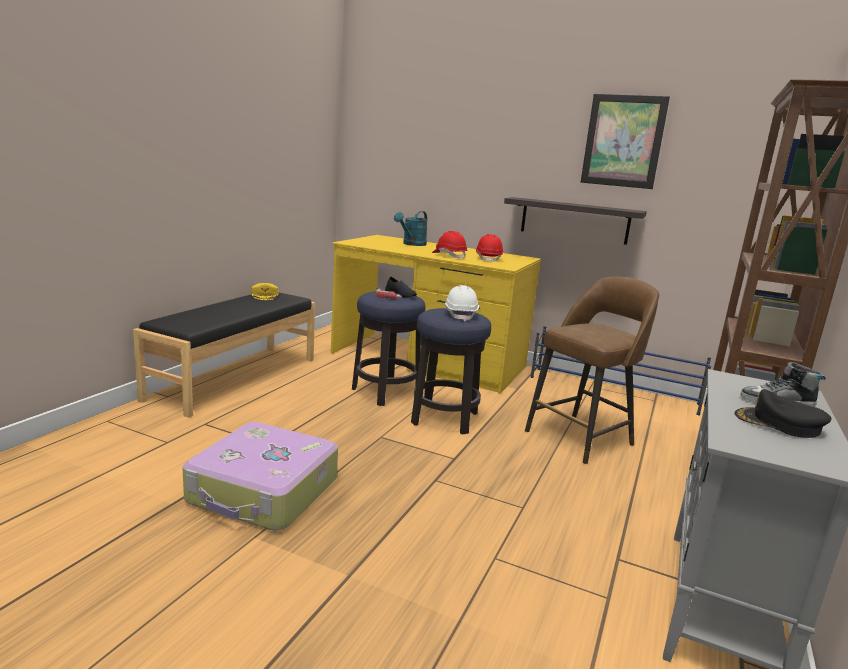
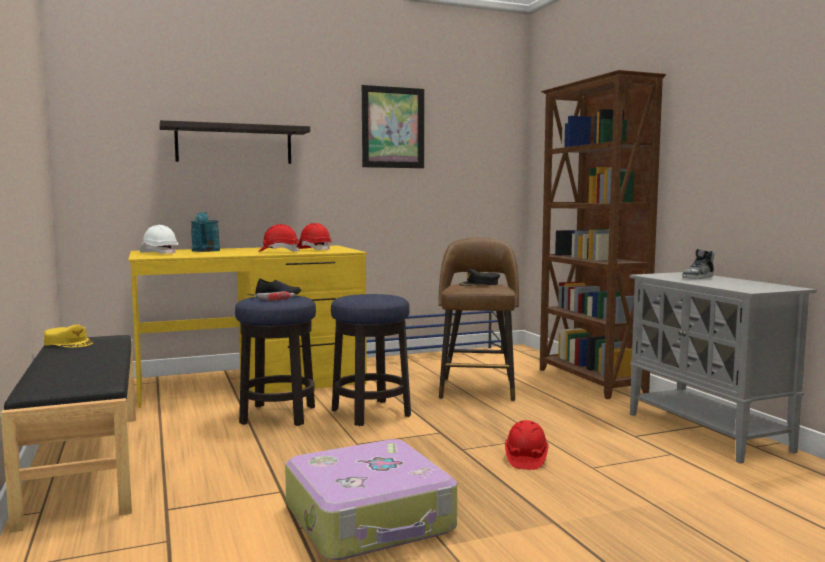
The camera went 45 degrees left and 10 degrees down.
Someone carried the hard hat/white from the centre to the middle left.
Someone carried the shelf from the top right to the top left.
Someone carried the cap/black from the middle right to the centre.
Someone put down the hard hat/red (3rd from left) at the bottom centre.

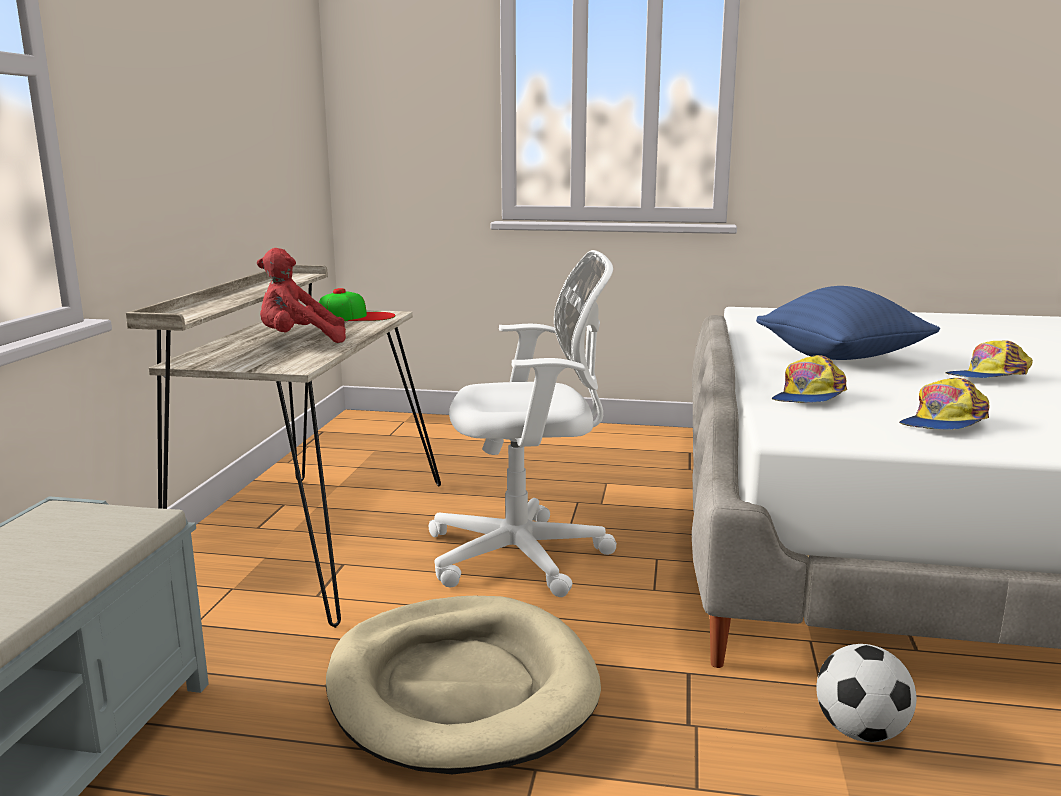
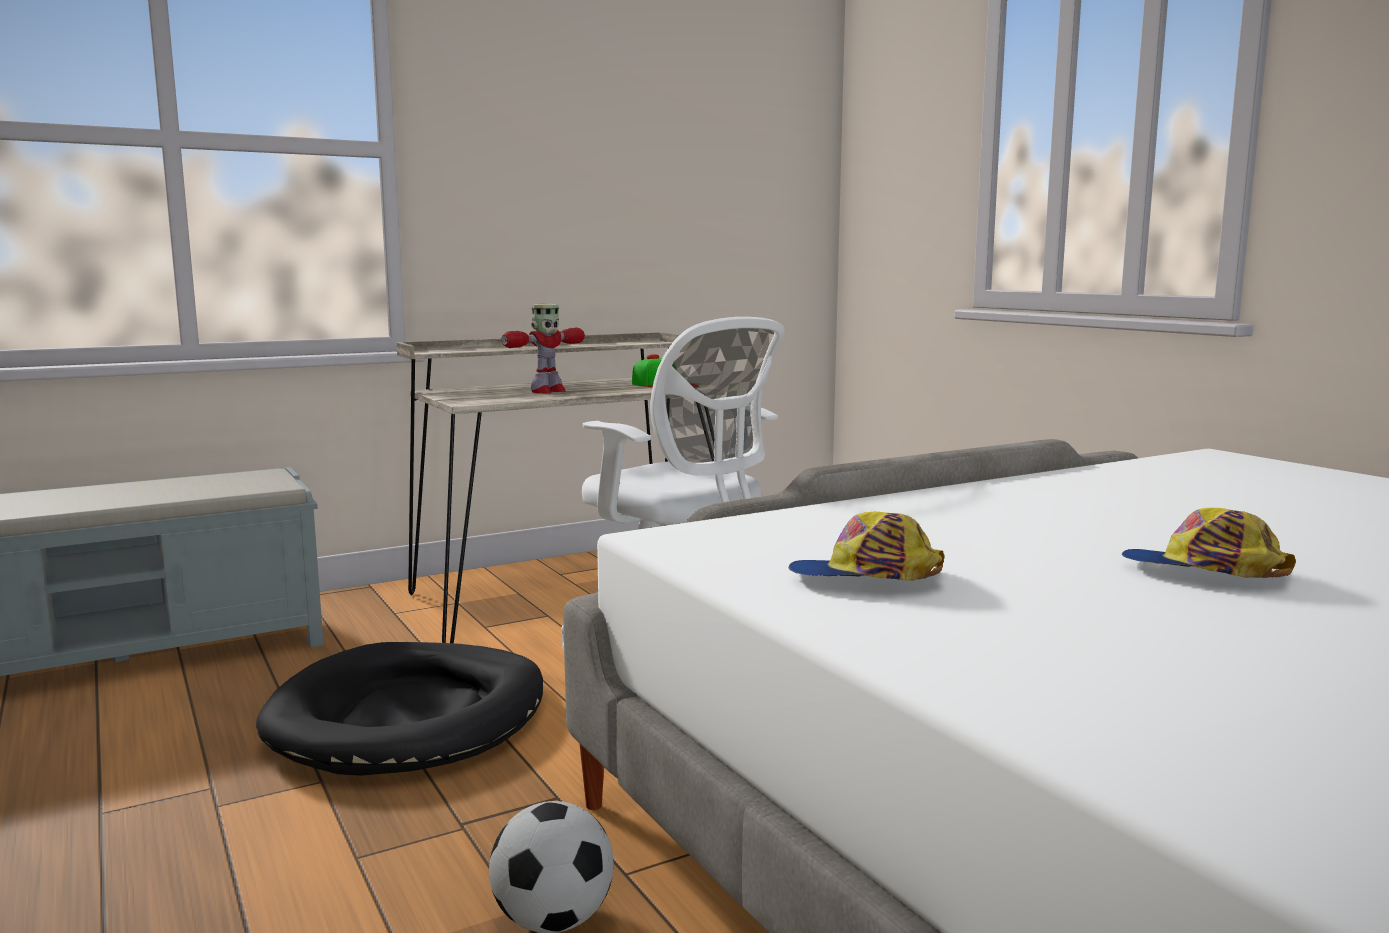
The camera went 50 degrees right and 5 degrees down.
Someone swapped the plush toy/red at the middle left for the toy robot at the centre.
Someone repainted the dog bed/beige at the bottom centre, which became the dog bed/black at the bottom left.
Someone took away the pillow/blue at the middle right.
Someone took away the cap (2nd from left) at the middle right.

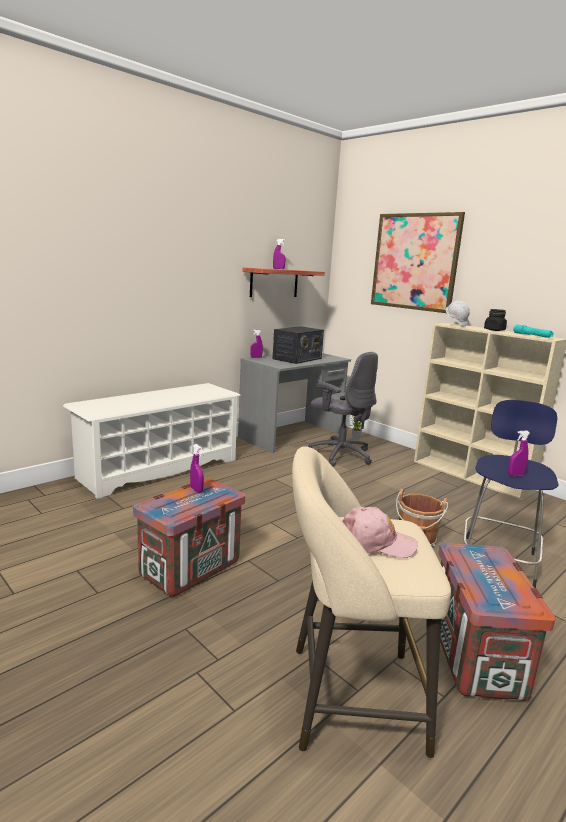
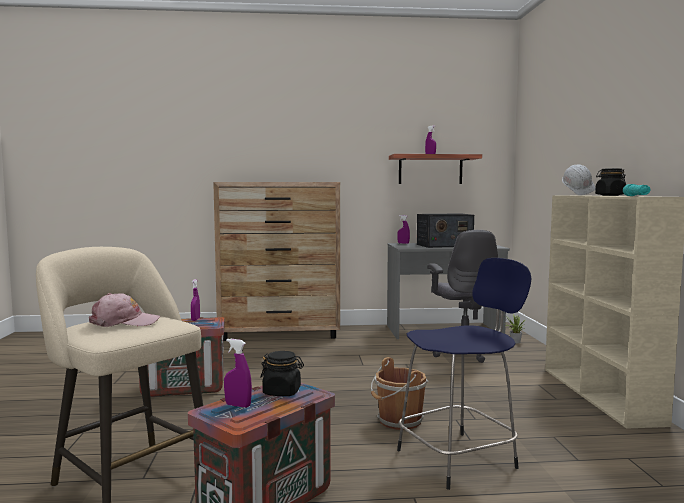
The camera went 40 degrees right and 10 degrees down.
Someone swapped the shoe rack/white at the middle left for the dresser/brown at the centre.
Someone rotated the cap/pink at the middle right by 60 degrees counterclockwise.
Someone took away the picture at the top right.
Someone carried the spray bottle/purple (4th from left in the first image) from the middle right to the bottom centre.
Someone put down the jar/black (1st from left) at the bottom centre.

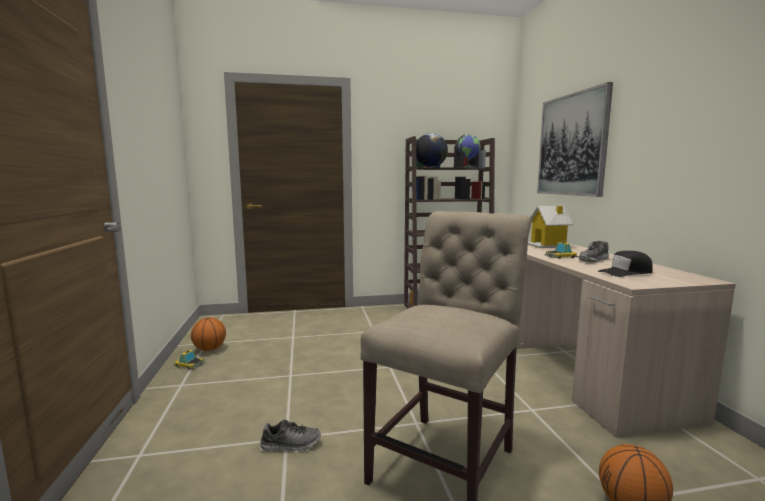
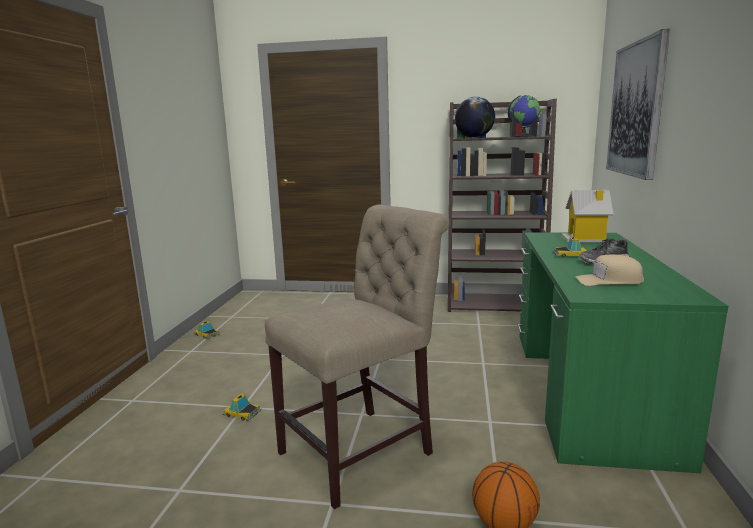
The camera went 20 degrees right and 5 degrees up.
Someone took away the basketball (1st from left) at the bottom left.
Someone swapped the shoe (1st from left) at the bottom centre for the toy car (2nd from left) at the bottom left.
Someone repainted the desk/beige at the bottom right, which became the desk/green at the bottom right.
Someone repainted the cap/black at the middle right, which became the cap/beige at the middle right.

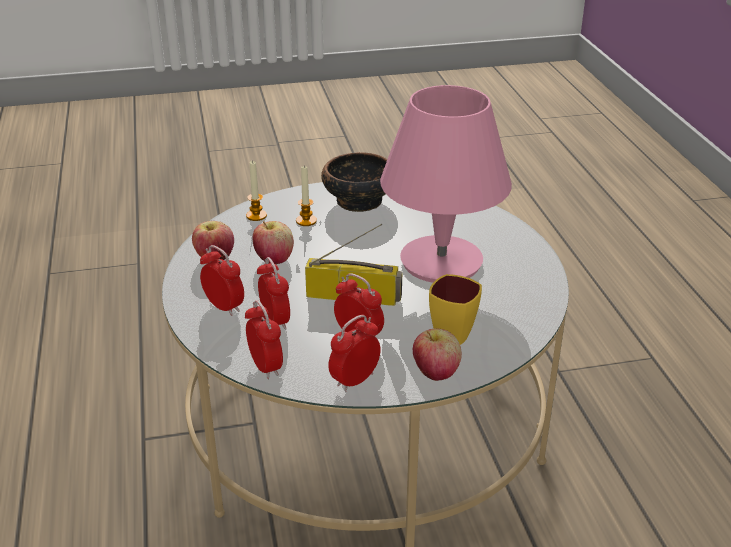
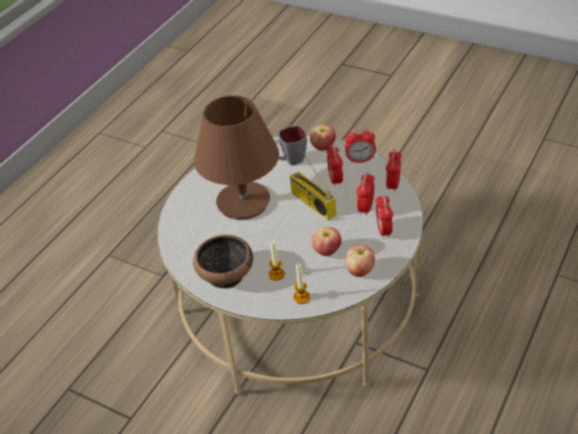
The camera went 135 degrees left and 10 degrees up.
Someone repainted the table lamp/pink at the centre, which became the table lamp/brown at the centre.
Someone repainted the mug/yellow at the centre, which became the mug/grey at the centre.

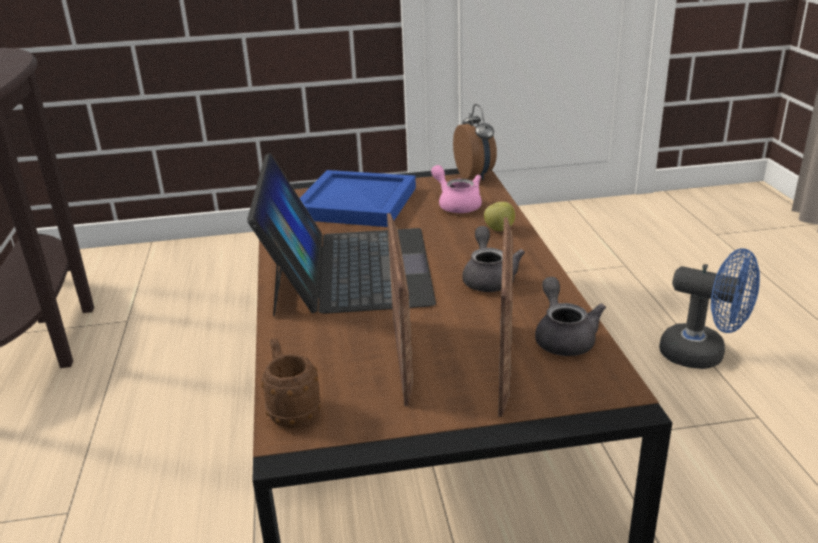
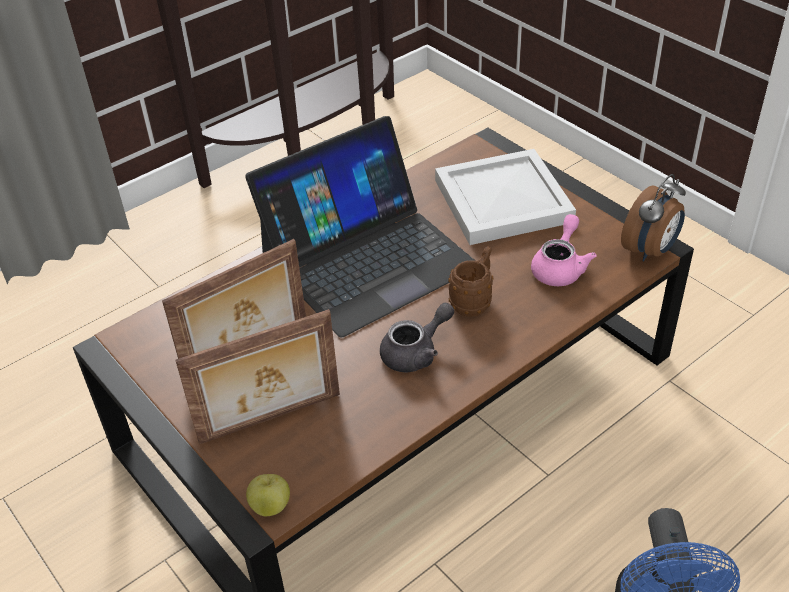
The camera went 60 degrees right and 15 degrees up.
Someone carried the mug/brown from the bottom centre to the centre.
Someone repainted the tray/blue at the centre, which became the tray/white at the top centre.
Someone carried the apple from the centre to the bottom centre.
Someone took away the teapot/grey (2nd from left) at the middle right.

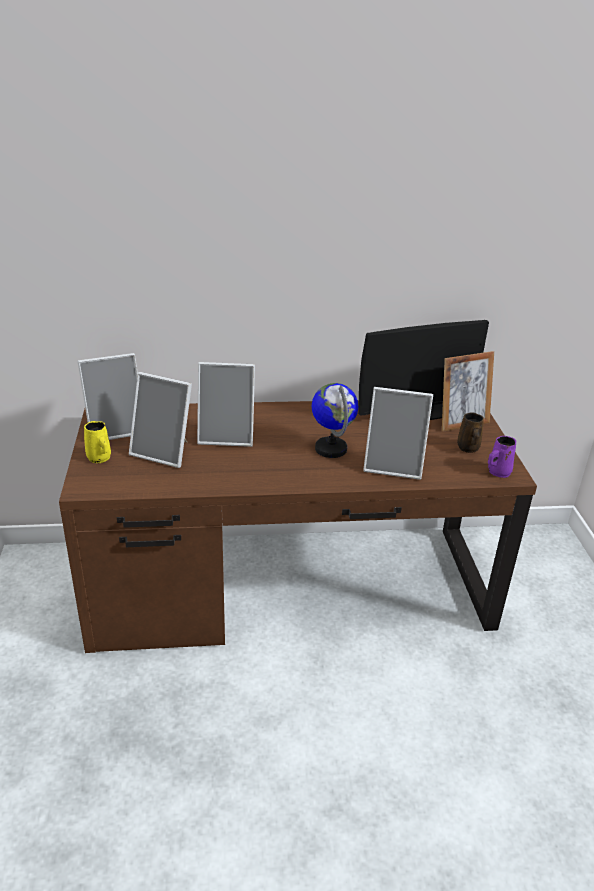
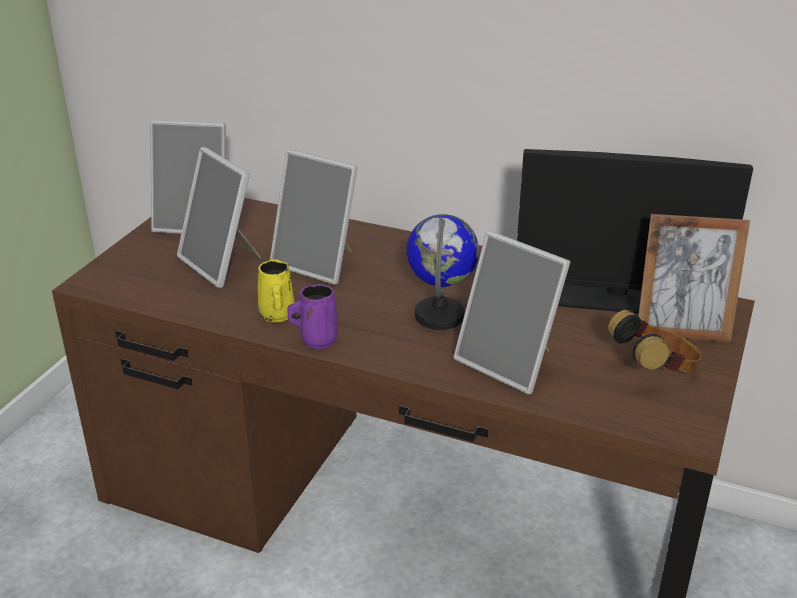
The camera went 30 degrees right and 0 degrees up.
Someone carried the mug/yellow from the middle left to the centre.
Someone swapped the mug/brown at the middle right for the headphones at the middle right.
Someone carried the mug/purple from the middle right to the centre.

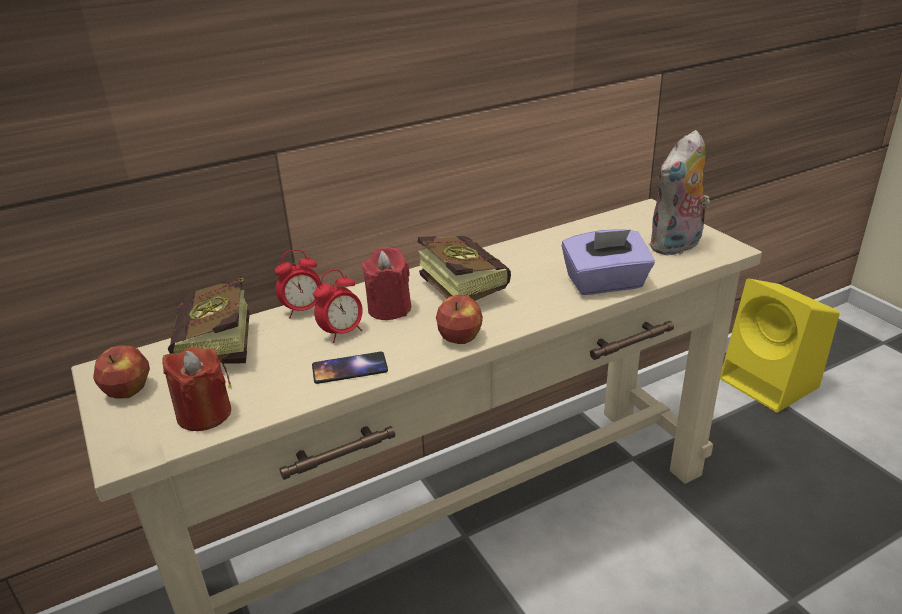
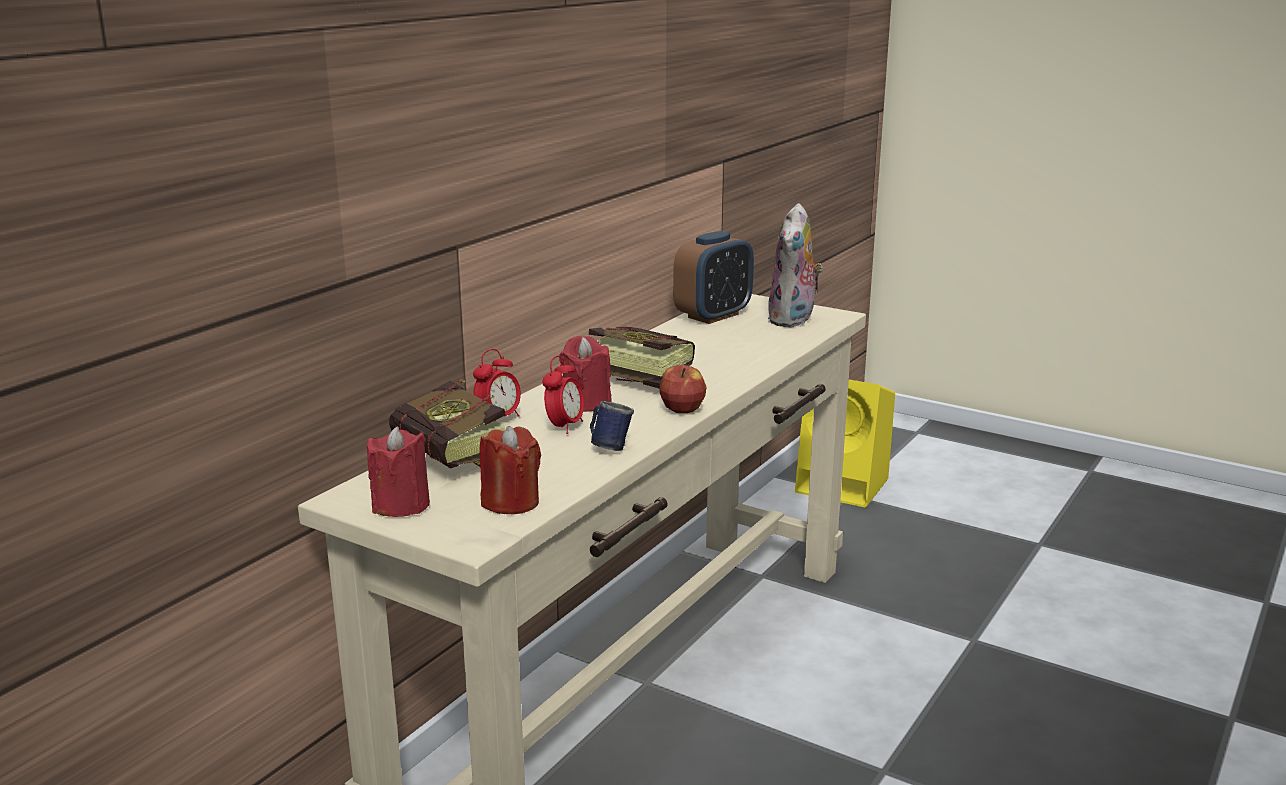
The camera went 30 degrees left and 10 degrees down.
Someone swapped the apple (1st from left) at the middle left for the candle/red (1st from left) at the middle left.
Someone swapped the phone at the centre for the mug/blue at the centre.
Someone took away the tissue box/purple at the middle right.
Someone put down the alarm clock (3rd from left) at the centre.

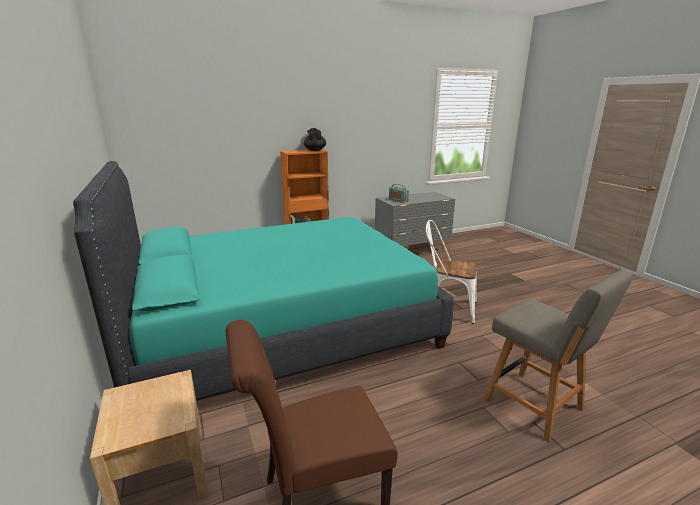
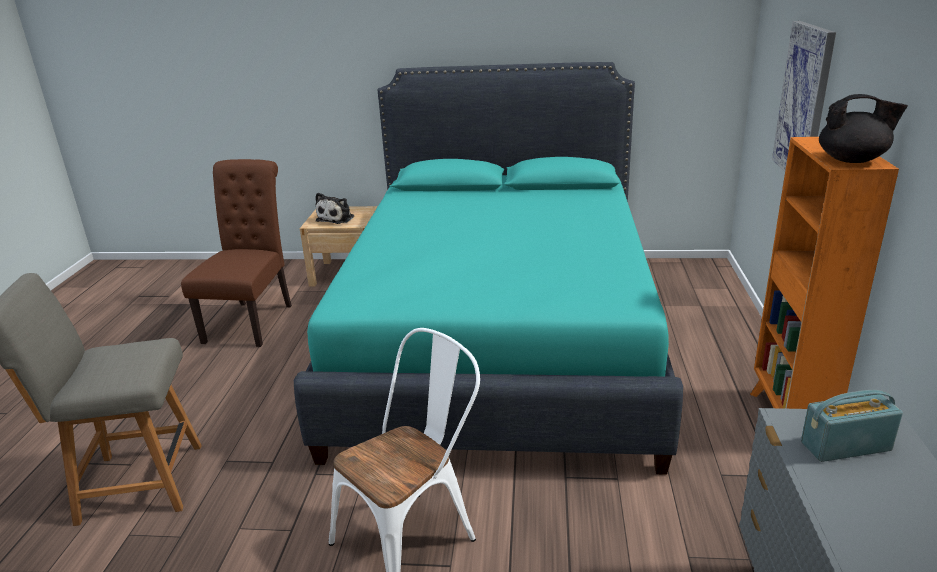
The camera went 120 degrees right and 5 degrees up.
Someone put down the plush toy at the centre.
Someone put up the picture at the top right.

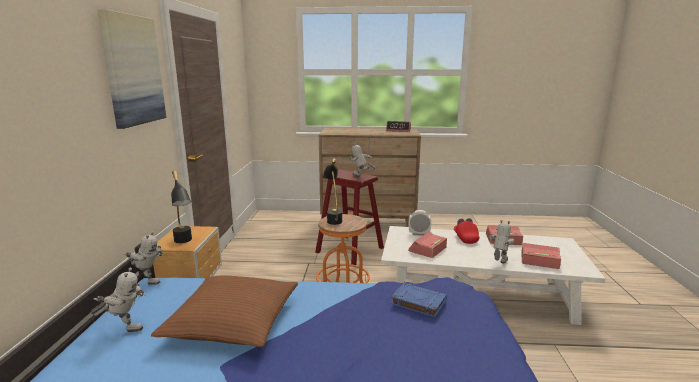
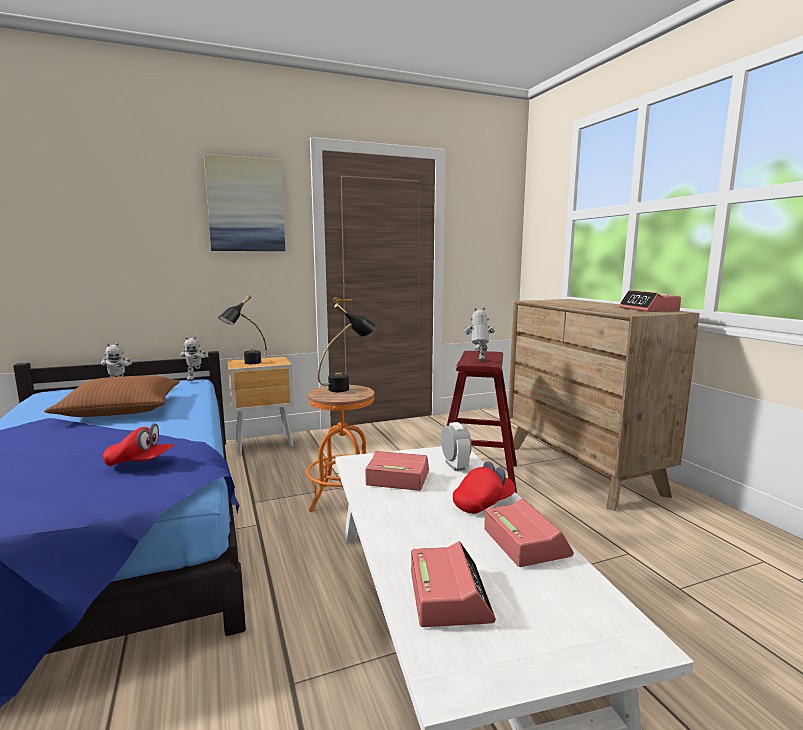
The camera went 65 degrees right and 5 degrees down.
Someone swapped the book/blue at the bottom centre for the cap/red (1st from left) at the middle left.
Someone took away the toy robot (4th from left) at the middle right.

